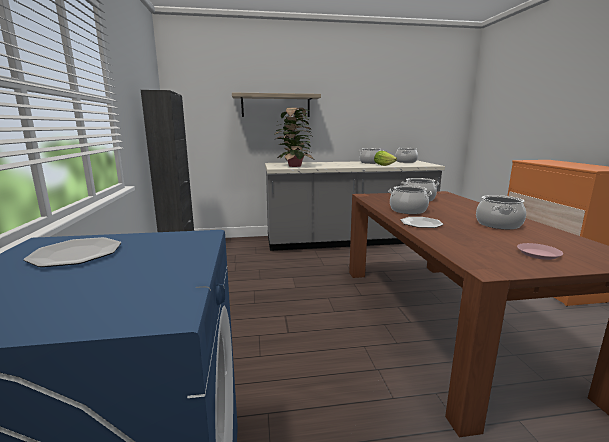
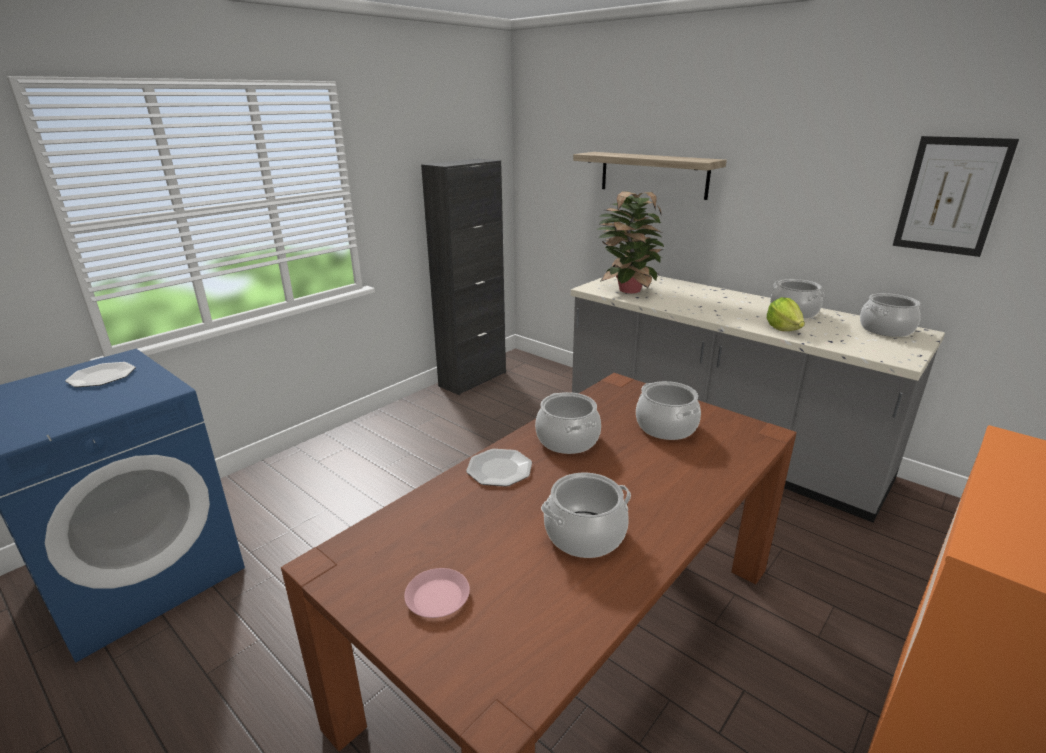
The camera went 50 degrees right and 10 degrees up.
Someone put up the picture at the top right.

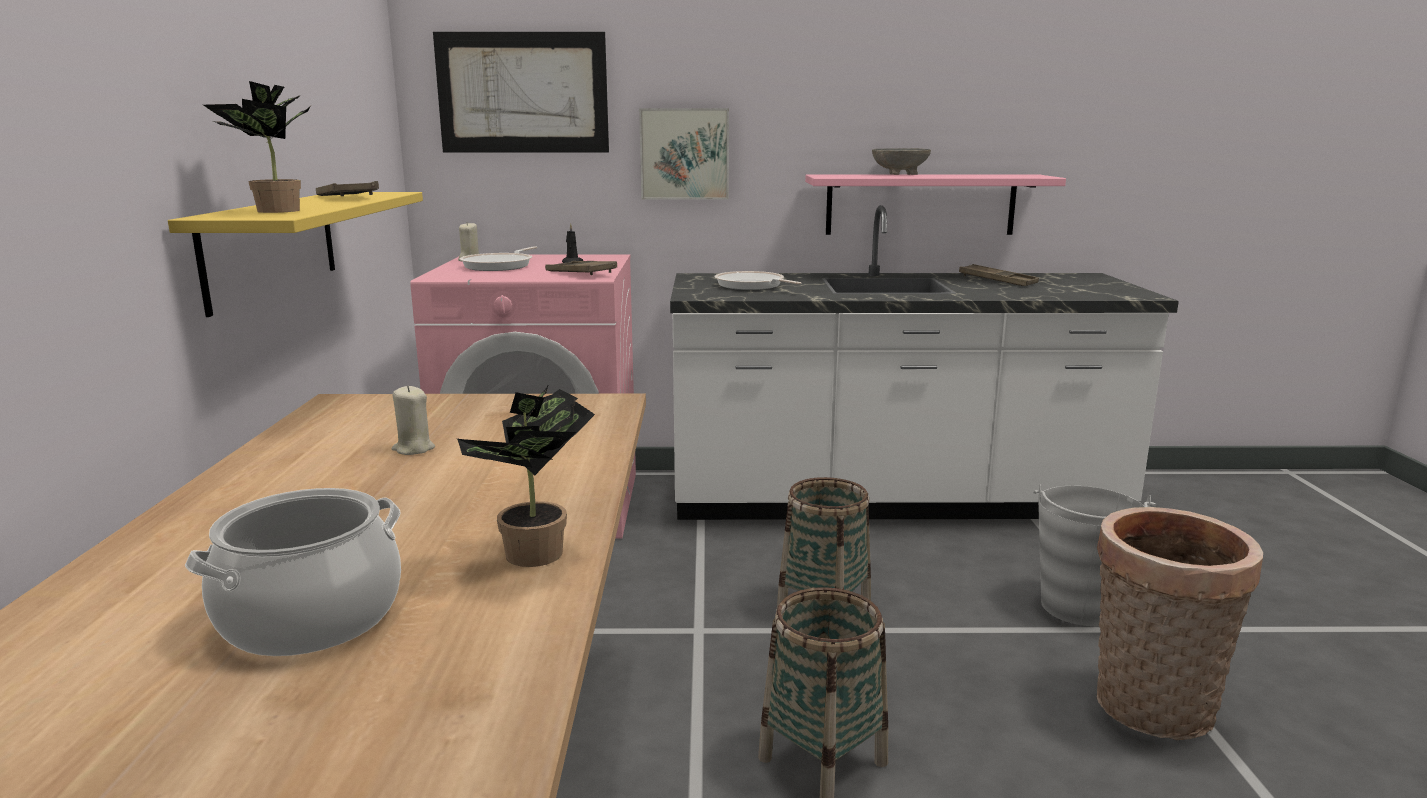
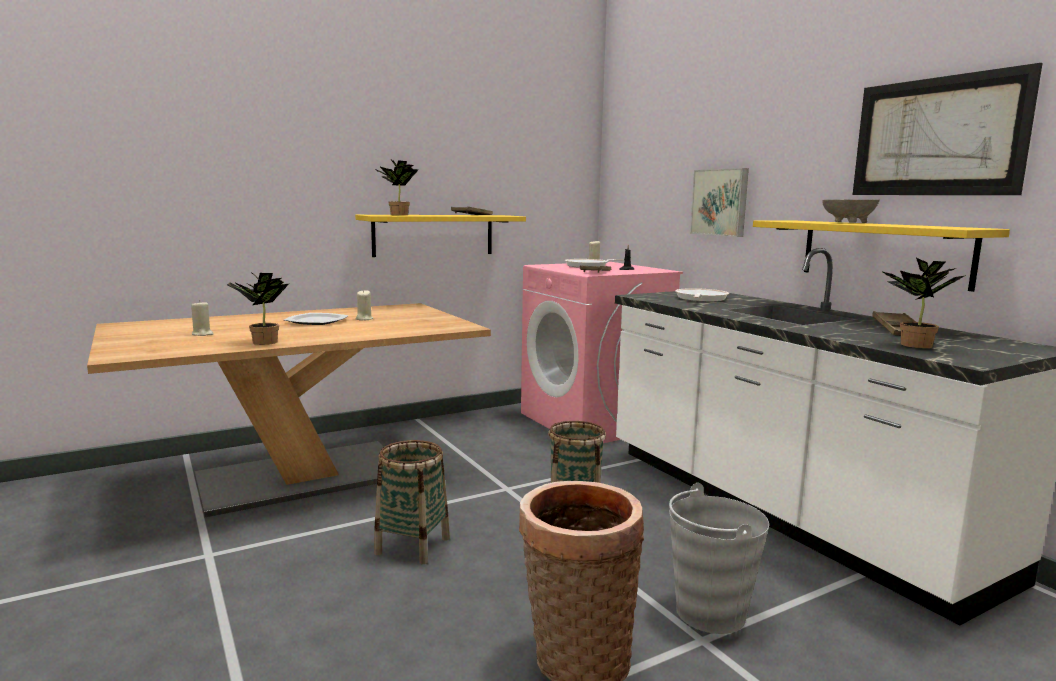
The camera went 60 degrees right and 5 degrees down.
Someone swapped the cooking pot at the bottom left for the candle/beige (1st from left) at the middle left.
Someone carried the picture (1st from left in the first image) from the top centre to the top right.
Someone repainted the shelf/pink at the top centre, which became the shelf/yellow (2nd from left) at the middle right.
Someone put down the plate at the middle left.
Someone put down the potted plant (3rd from left) at the middle right.

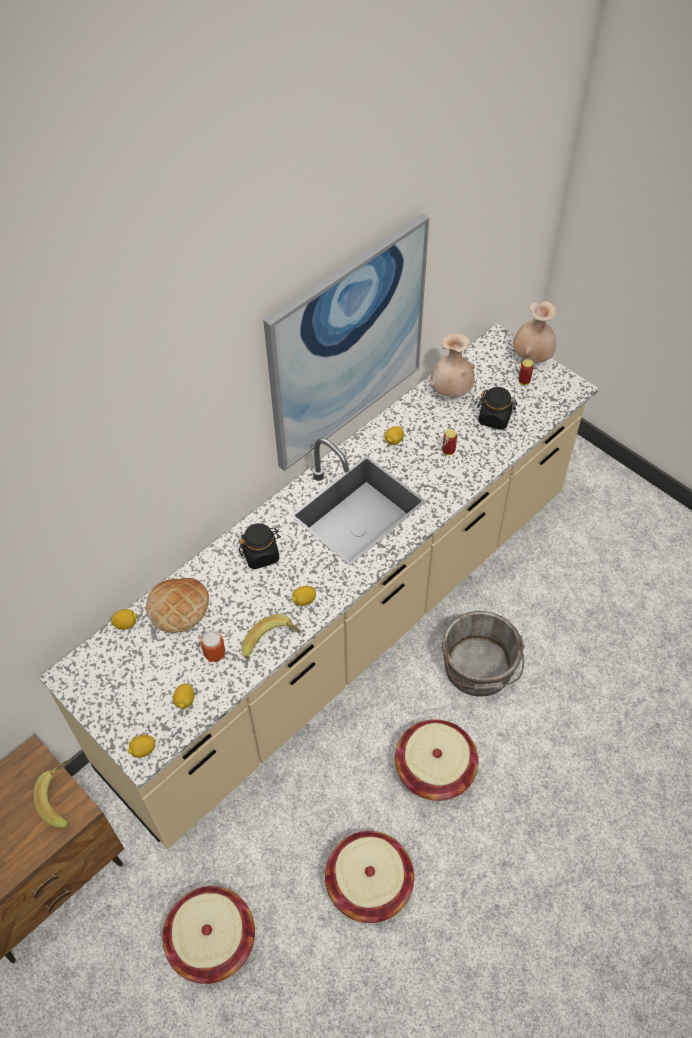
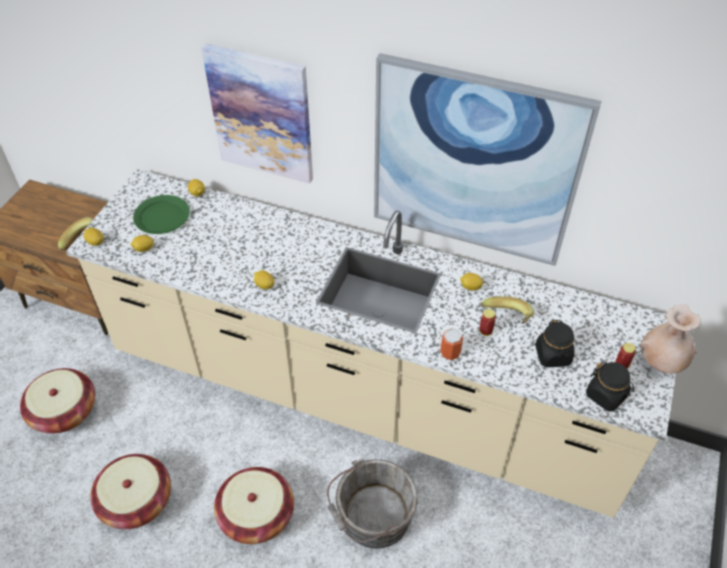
The camera went 65 degrees right and 5 degrees down.
Someone took away the bread at the middle left.
Someone carried the can (1st from left) from the middle left to the centre.
Someone carried the jar/black (1st from left in the first image) from the centre to the bottom right.
Someone carried the banana (2nd from left) from the centre to the middle right.
Someone took away the vase/beige (1st from left) at the centre.
Someone put down the plate/green at the middle left.
Someone put up the picture (1st from left) at the top centre.

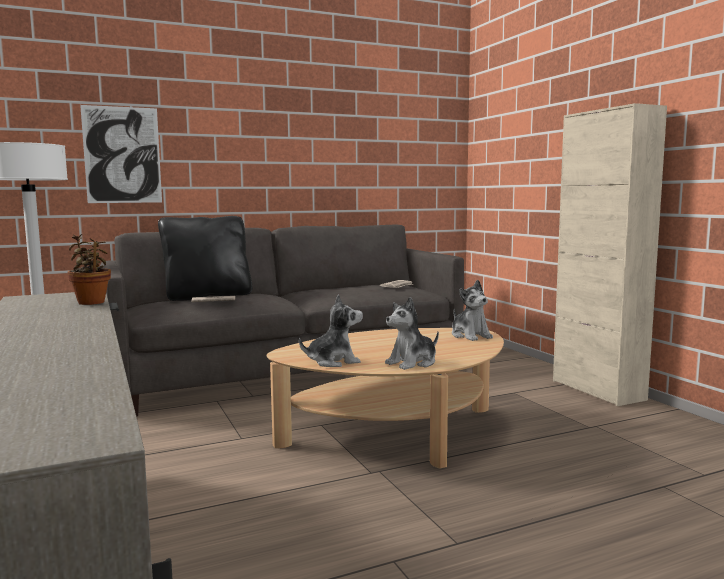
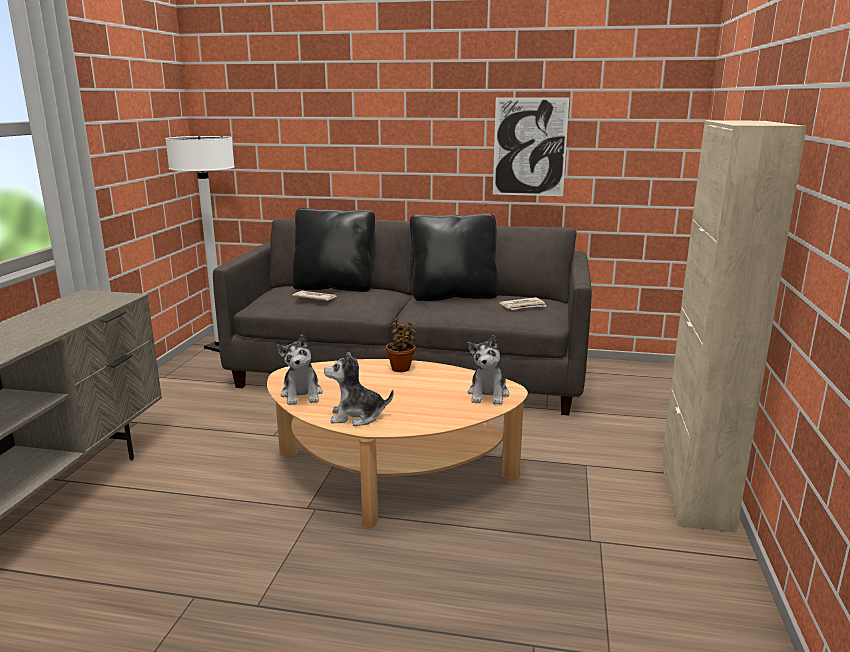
The camera went 35 degrees right and 10 degrees up.
Someone carried the potted plant from the middle left to the centre.
Someone carried the picture from the top left to the top centre.
Someone rotated the plush toy (1st from left) at the centre by 60 degrees clockwise.
Someone put down the pillow/black (2nd from left) at the centre.

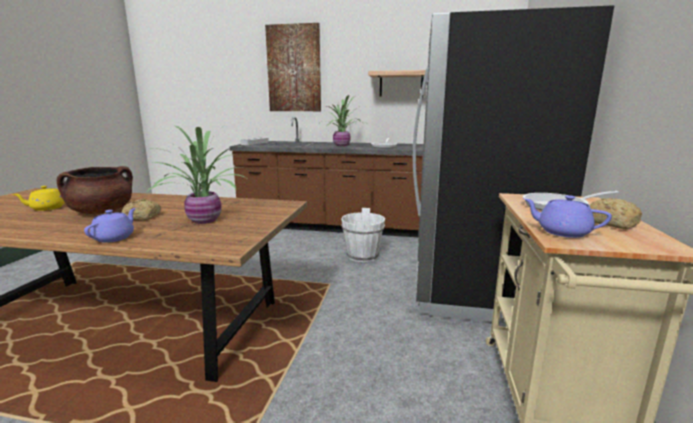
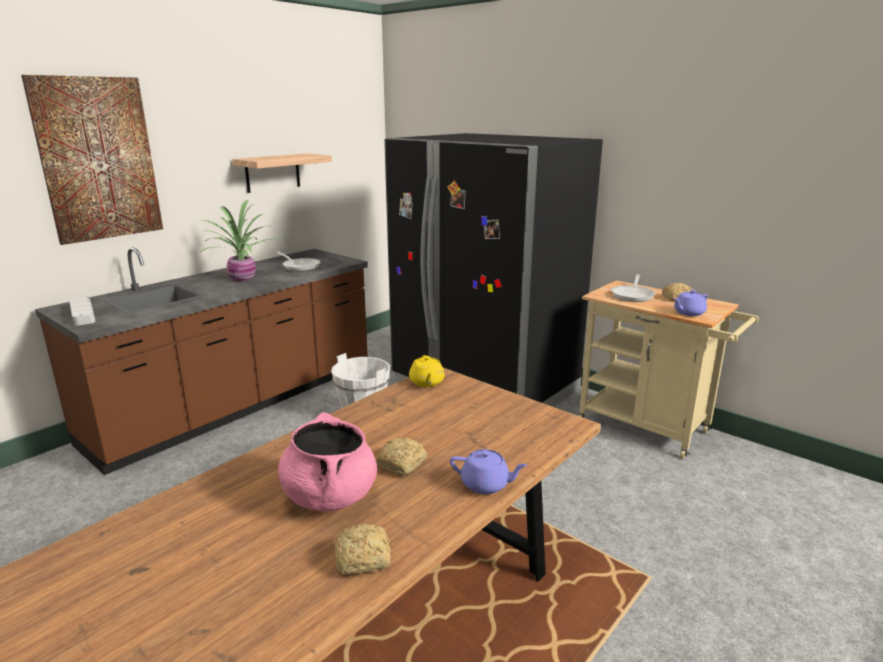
The camera went 60 degrees left and 5 degrees up.
Someone carried the teapot/yellow from the middle left to the centre.
Someone repainted the cooking pot/brown at the middle left, which became the cooking pot/pink at the bottom centre.
Someone rotated the teapot/purple (1st from left) at the middle left by 150 degrees clockwise.
Someone took away the potted plant (1st from left) at the middle left.
Someone put down the bread (1st from left) at the bottom centre.

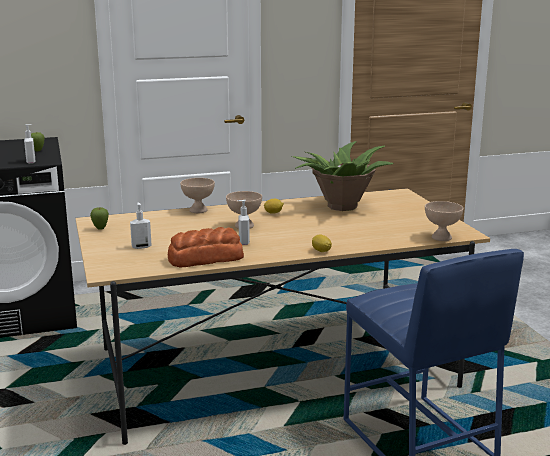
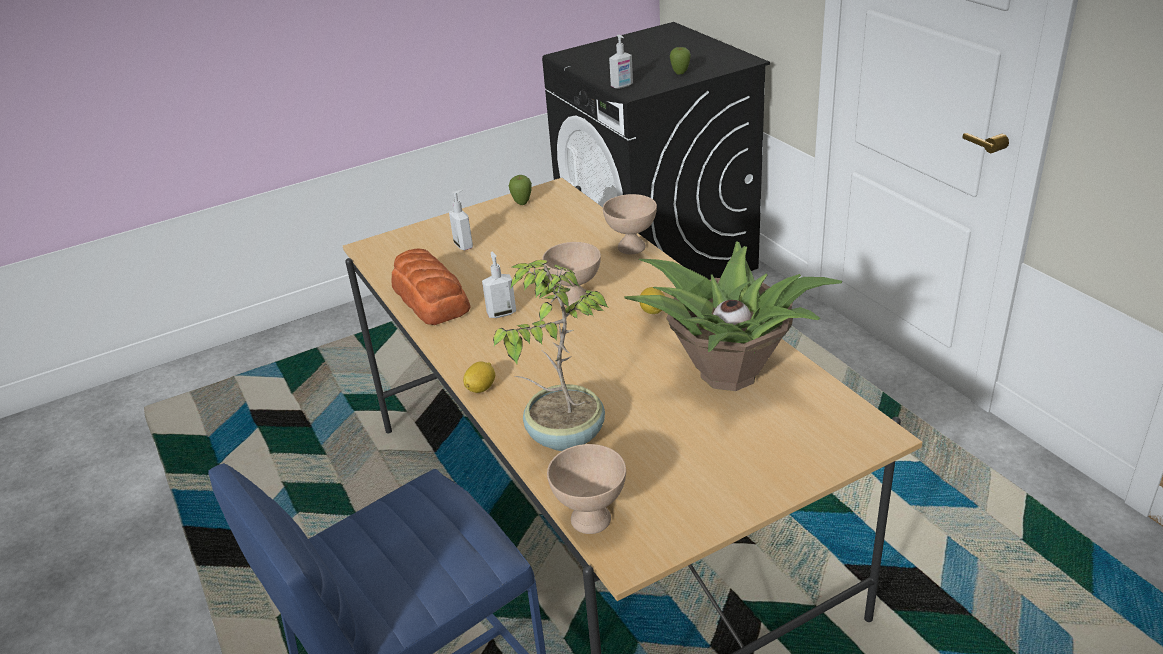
The camera went 80 degrees right and 15 degrees up.
Someone put down the potted plant (1st from left) at the centre.

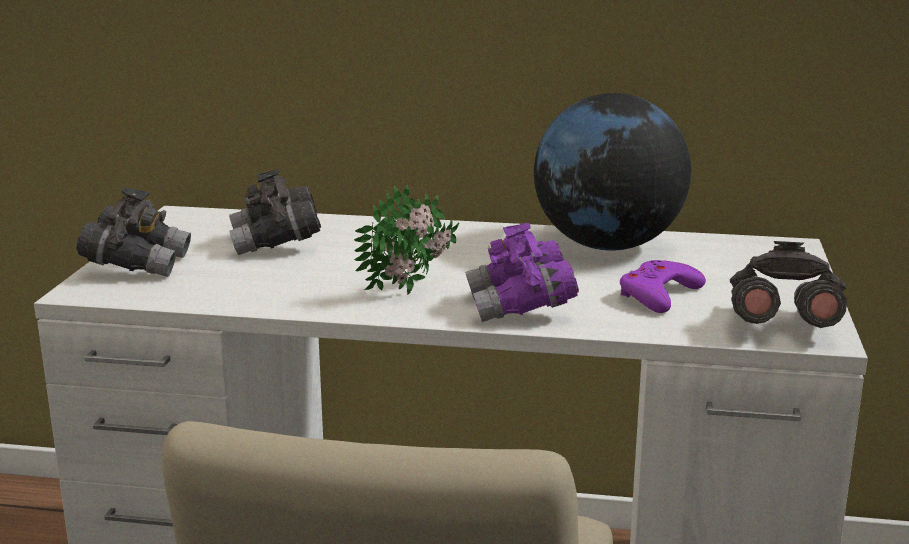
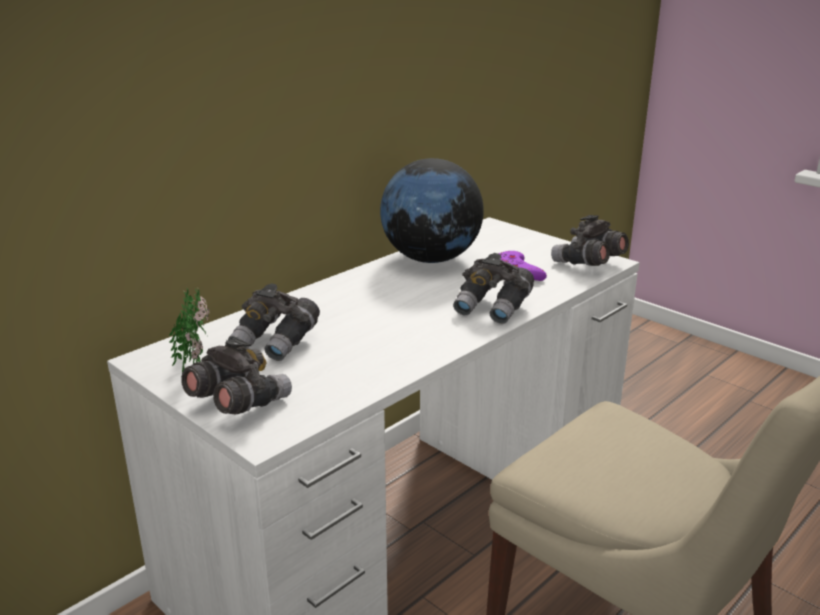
The camera went 55 degrees left and 5 degrees up.
Someone carried the potted plant from the centre to the middle left.
Someone repainted the binoculars/purple at the centre, which became the binoculars/grey (3rd from left) at the centre.

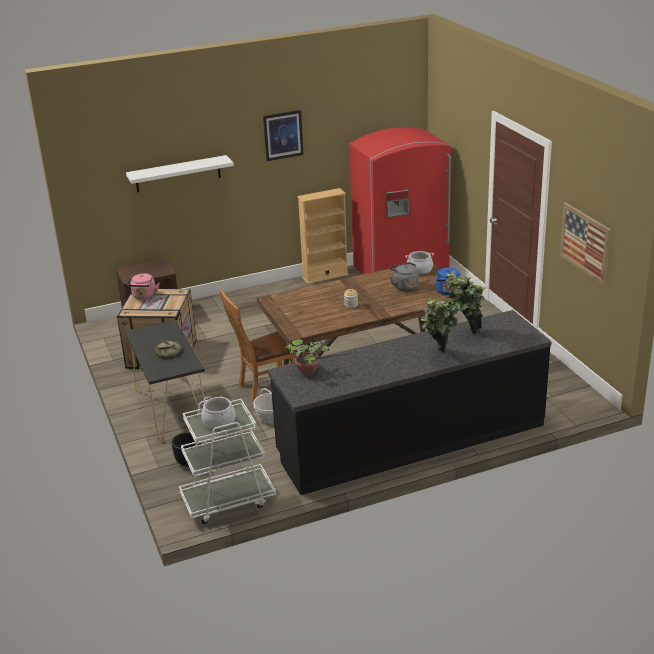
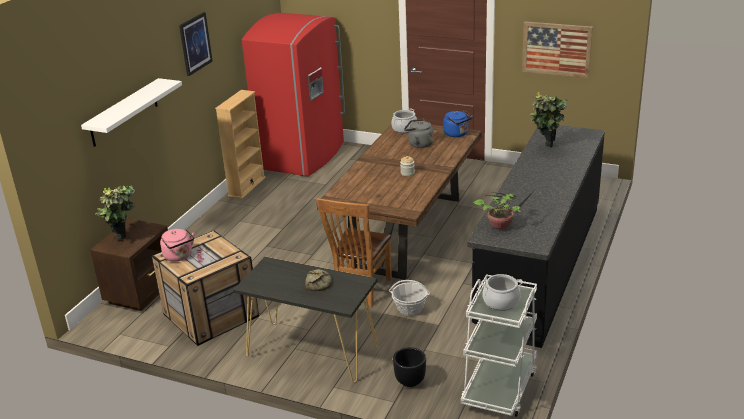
The camera went 45 degrees left and 0 degrees up.
Someone carried the potted plant (2nd from left in the first image) from the middle right to the middle left.

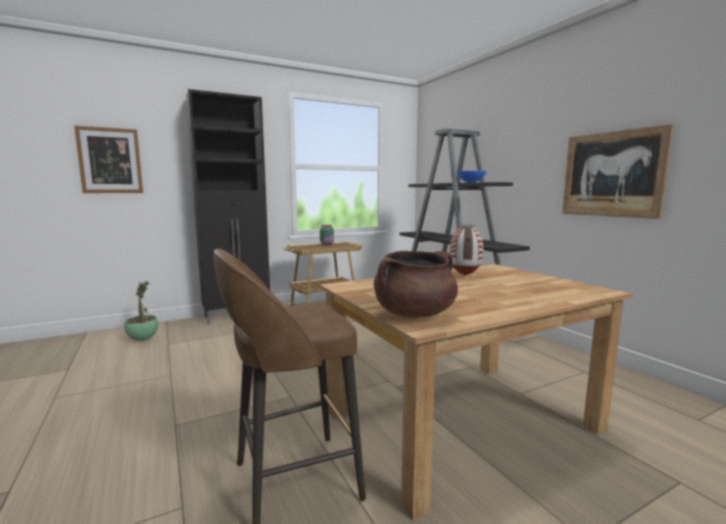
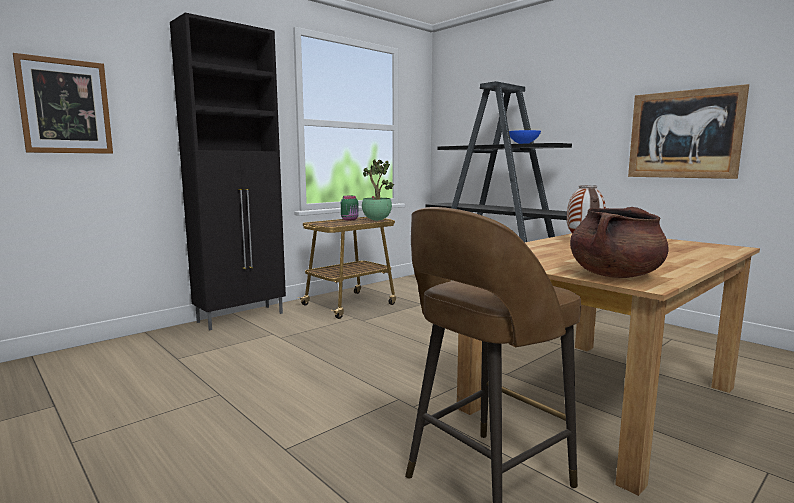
The camera went 15 degrees left and 0 degrees up.
Someone carried the potted plant from the middle left to the centre.

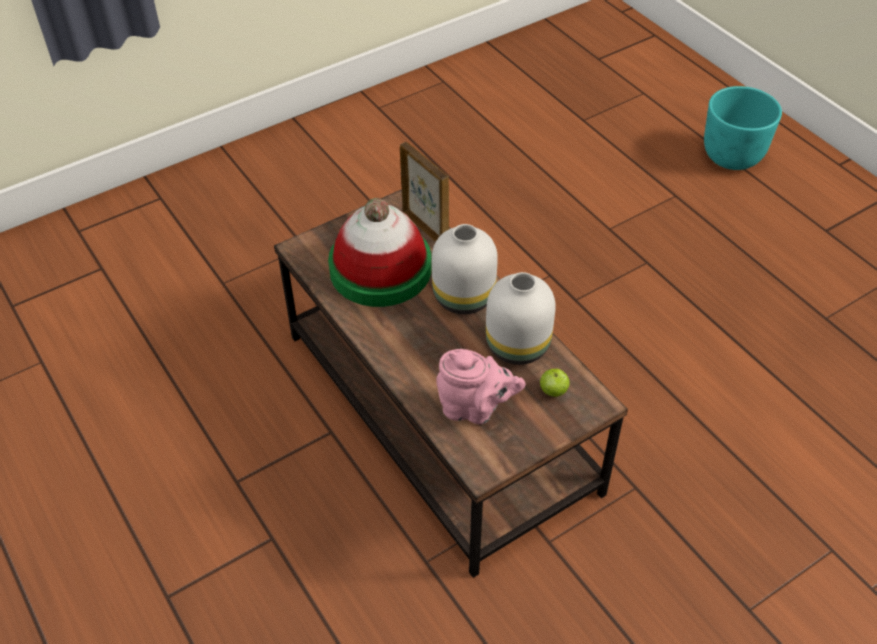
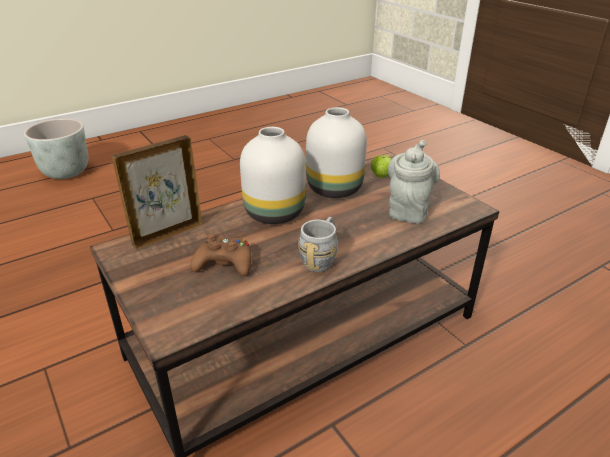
The camera went 90 degrees left and 15 degrees down.
Someone swapped the hat at the centre for the game controller/brown at the centre.
Someone repainted the teapot/pink at the centre, which became the teapot/grey at the middle right.
Someone repainted the planter/turquoise at the top right, which became the planter/grey at the top left.
Someone put down the mug/grey at the centre.

